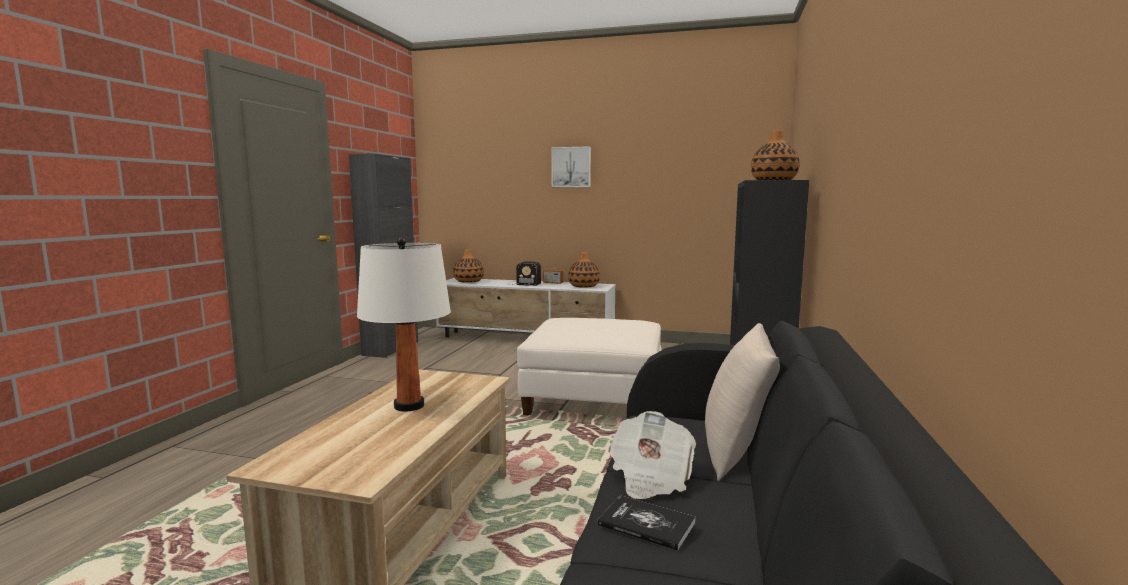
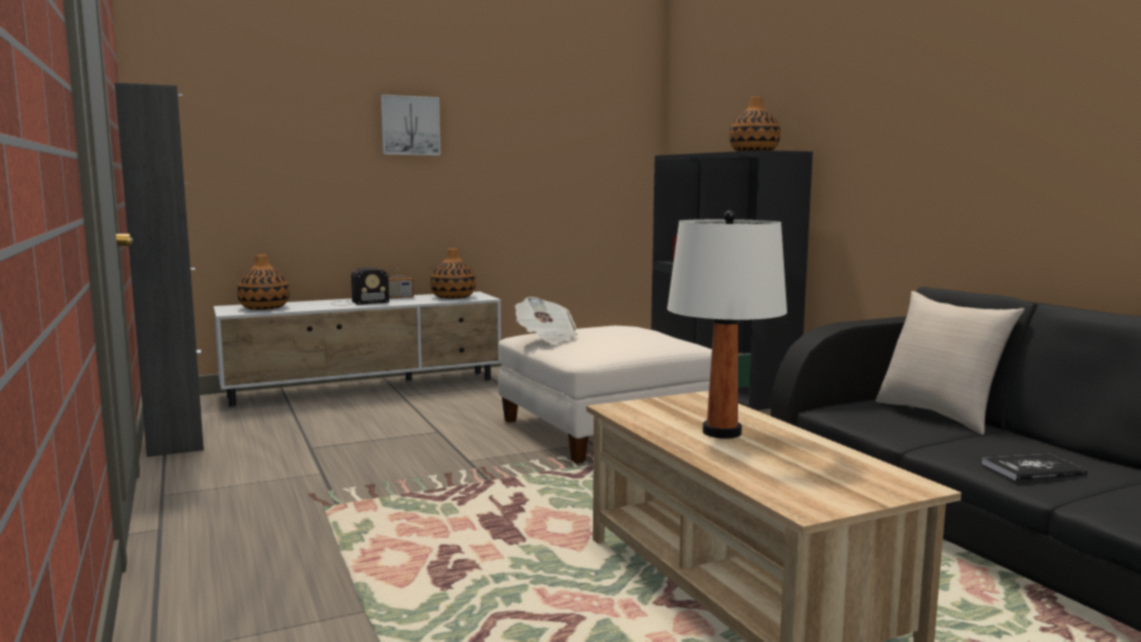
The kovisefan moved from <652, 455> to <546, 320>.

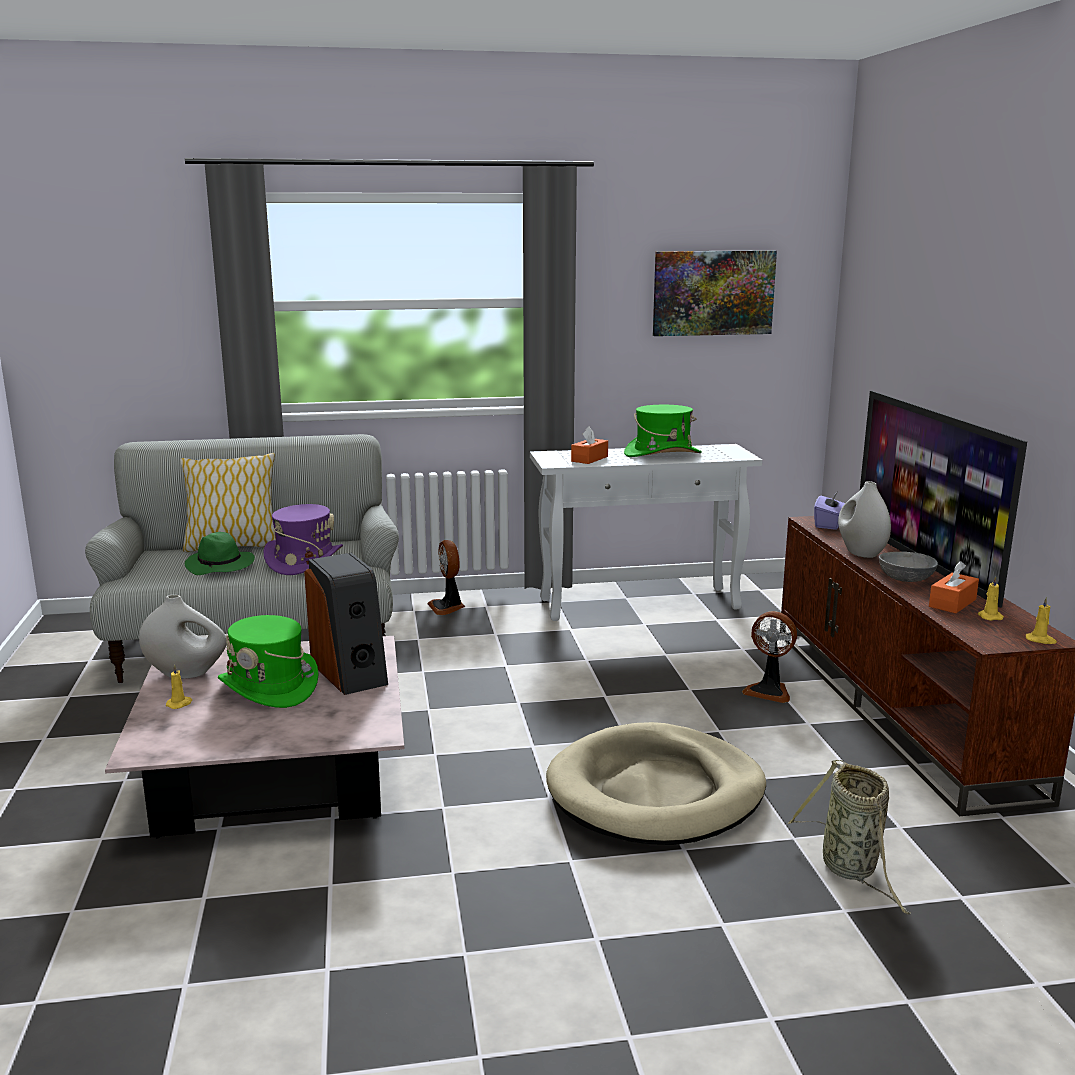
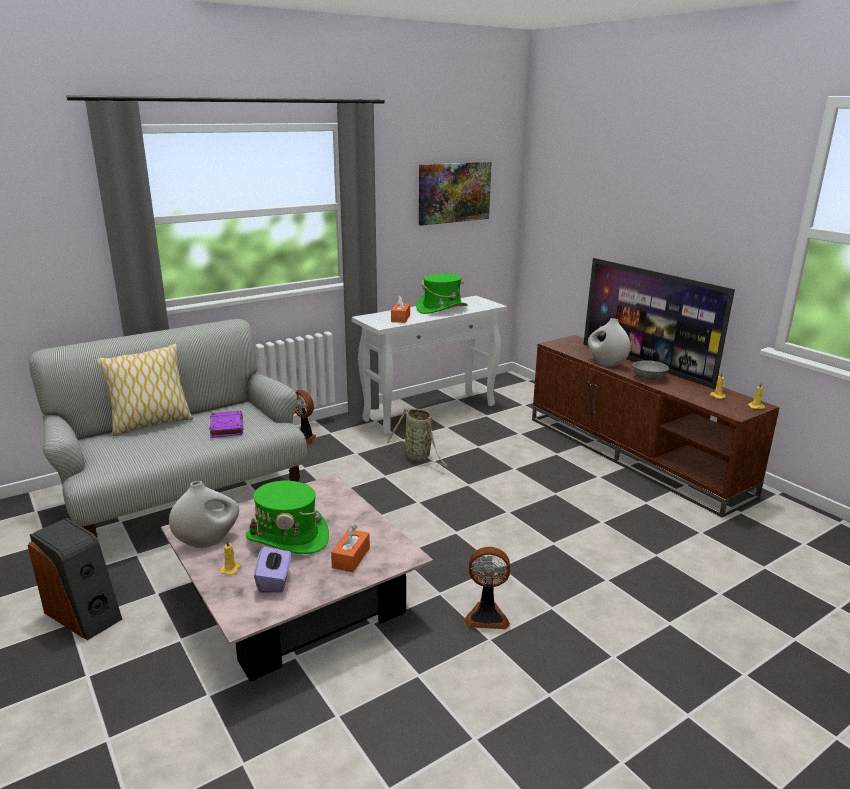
The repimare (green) at <220, 553> disappeared.
The repimare (purple) at <303, 539> was replaced by the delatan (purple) at <226, 424>.
The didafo moved from <346, 624> to <75, 579>.
The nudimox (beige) at <656, 783> disappeared.
The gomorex moved from <769, 657> to <487, 588>.
The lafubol moved from <849, 837> to <418, 437>.
The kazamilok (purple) moved from <829, 510> to <272, 570>.
The kazamilok (orange) moved from <954, 587> to <350, 548>.

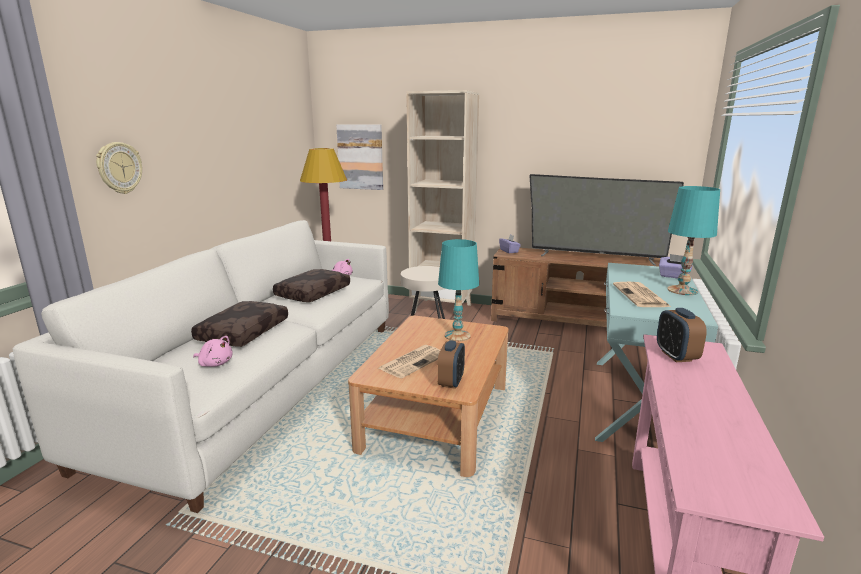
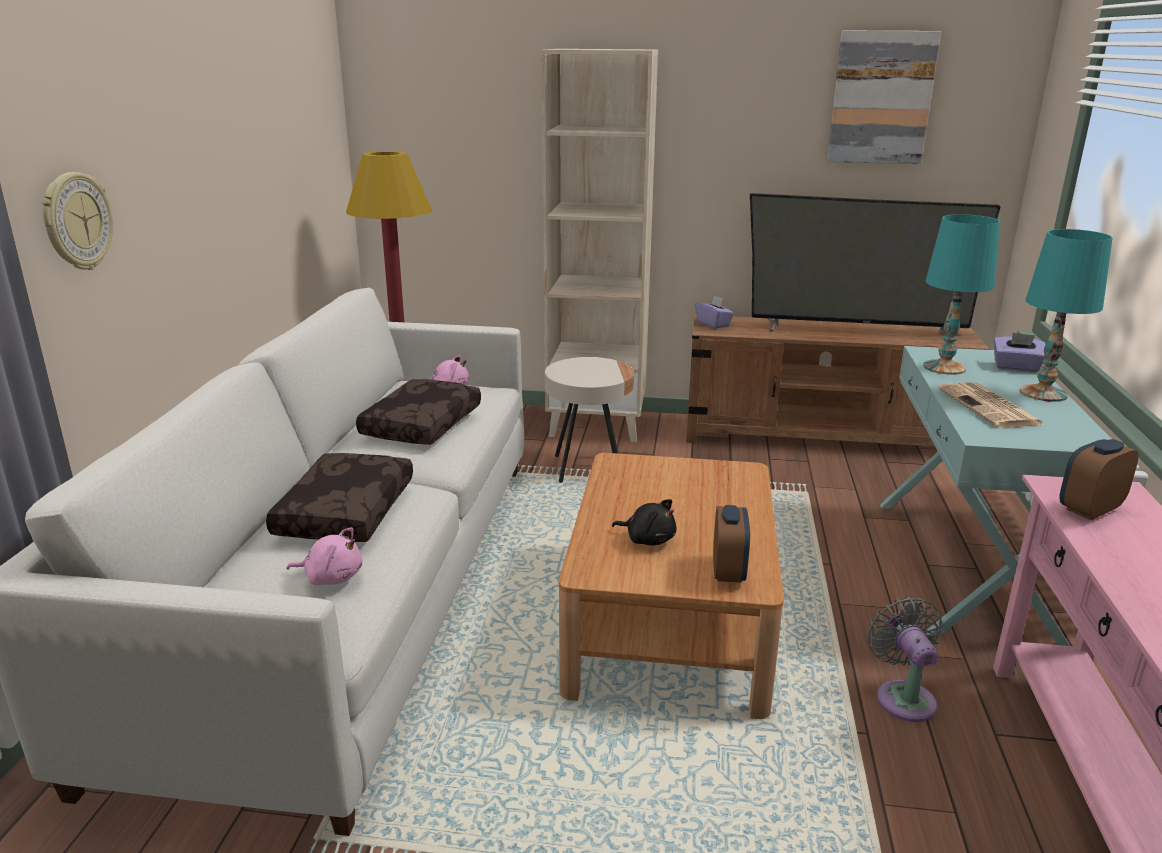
The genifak moved from <359, 157> to <884, 97>.
The kovisefan at <409, 361> was replaced by the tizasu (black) at <644, 522>.
The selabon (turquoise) moved from <458, 290> to <961, 294>.
The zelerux at <682, 335> turned 75 degrees clockwise.
The gomorex (grey) at <905, 659> appeared.

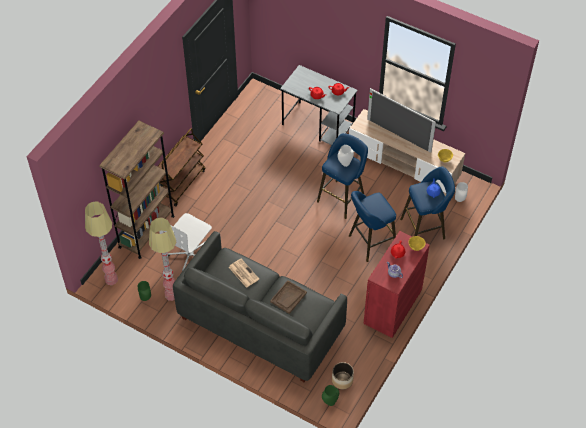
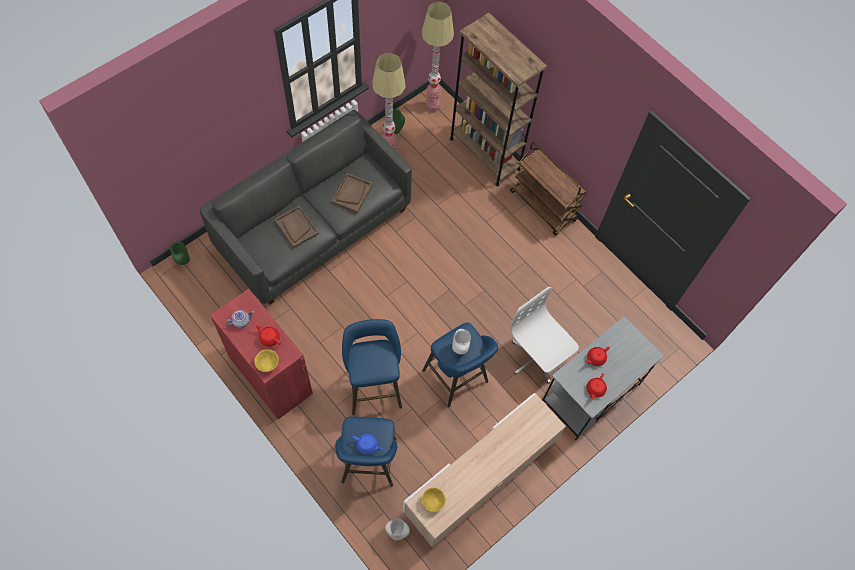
The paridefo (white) moved from <185, 242> to <544, 335>.
The kovisefan at <244, 273> was replaced by the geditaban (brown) at <352, 193>.
The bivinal at <343, 375> disappeared.
The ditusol at <401, 120> disappeared.

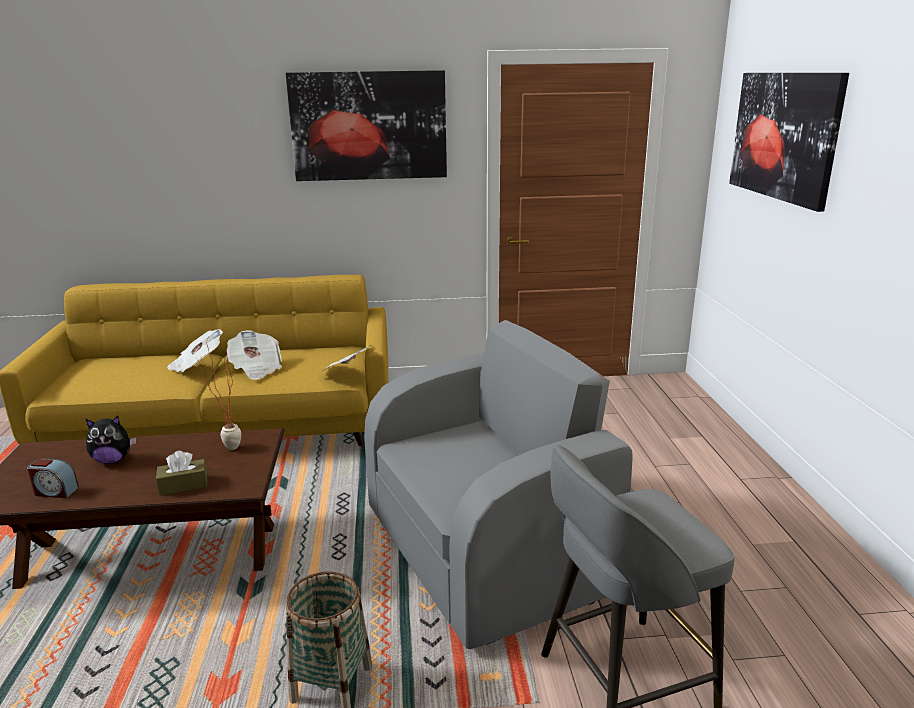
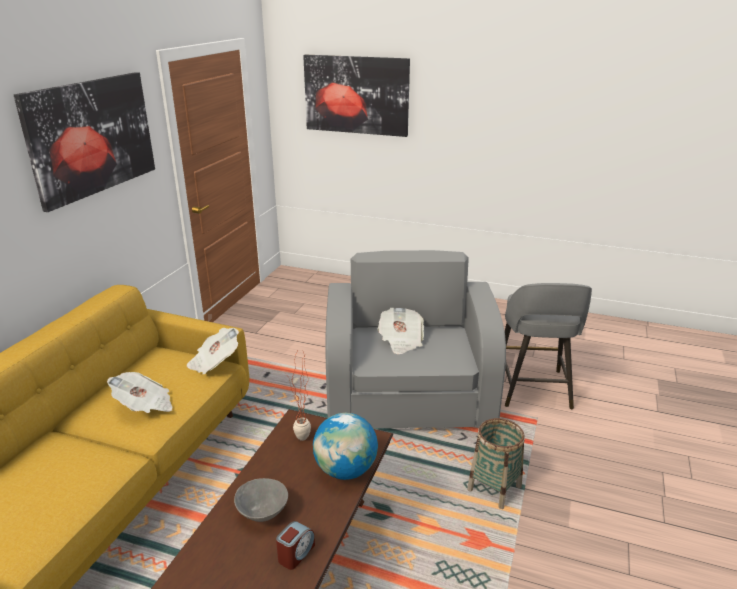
The tizasu at <111, 440> was replaced by the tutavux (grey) at <261, 500>.
The kazamilok (brown) at <181, 473> was replaced by the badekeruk at <345, 446>.
The kovisefan moved from <195, 351> to <400, 331>.

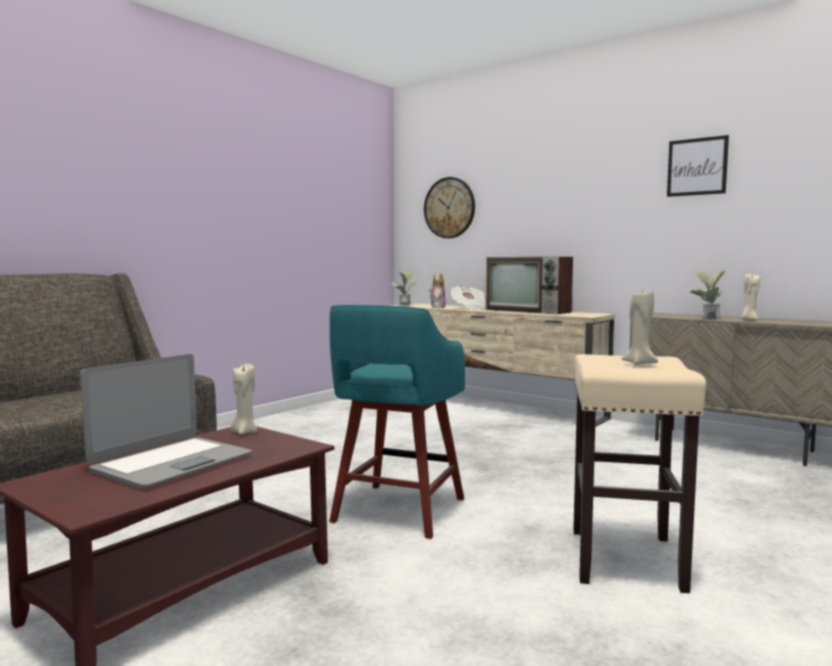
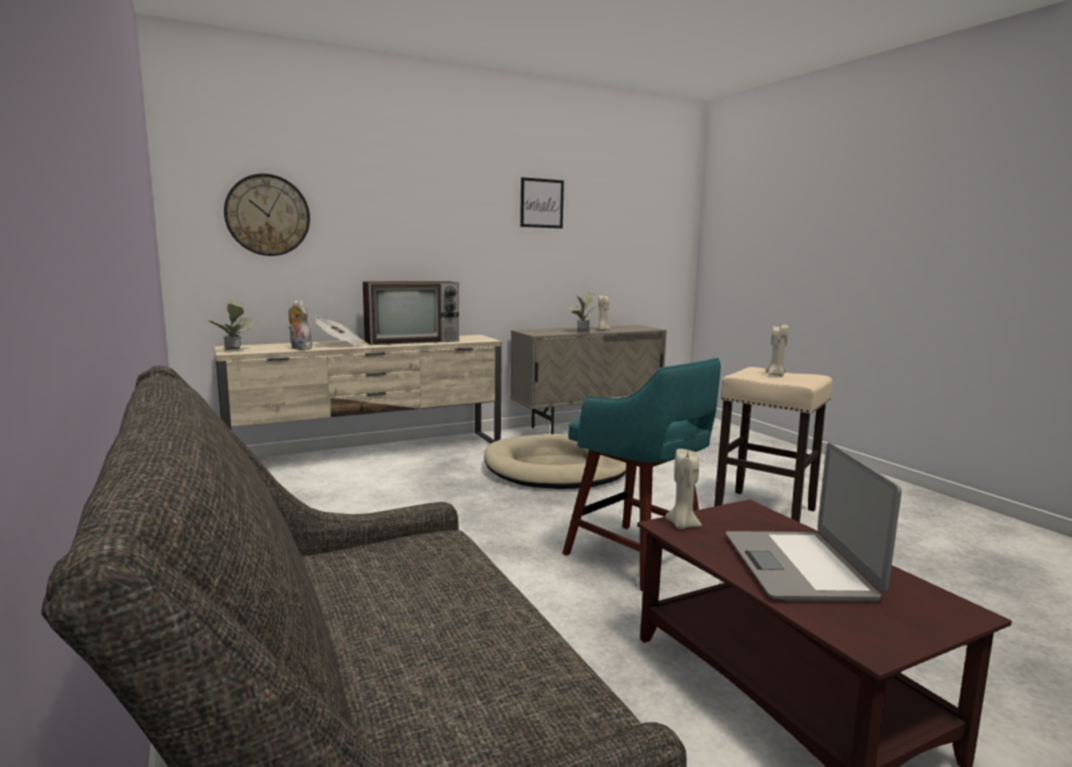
The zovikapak at <166, 421> turned 150 degrees counterclockwise.
The nudimox (beige) at <555, 461> appeared.

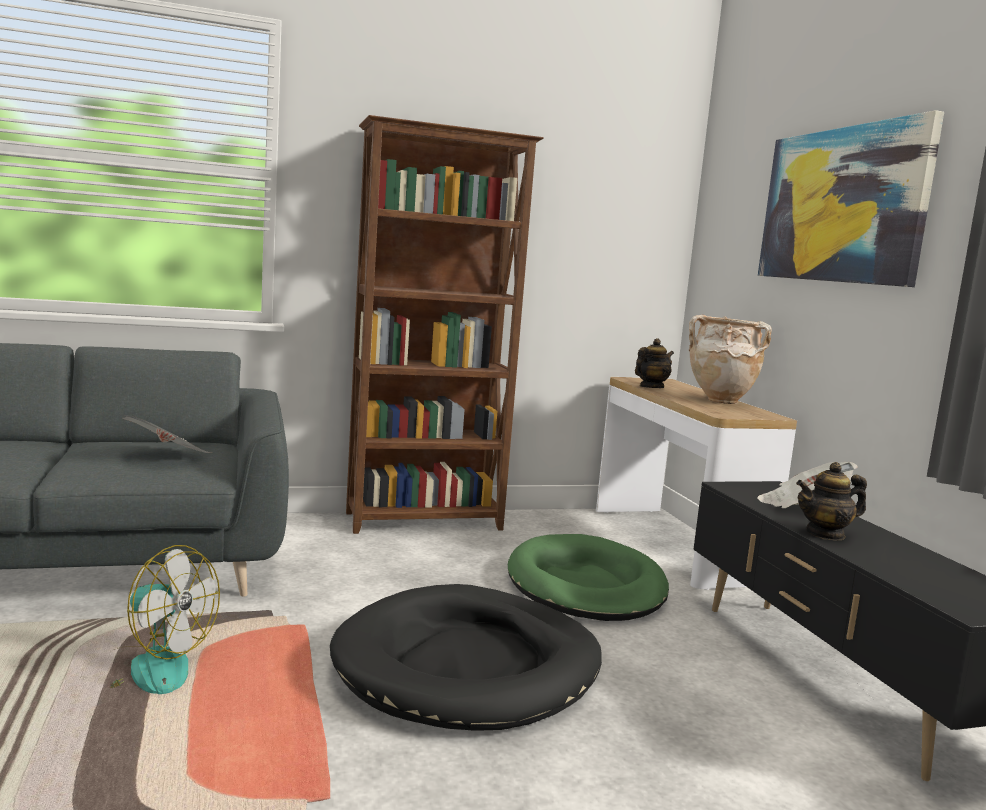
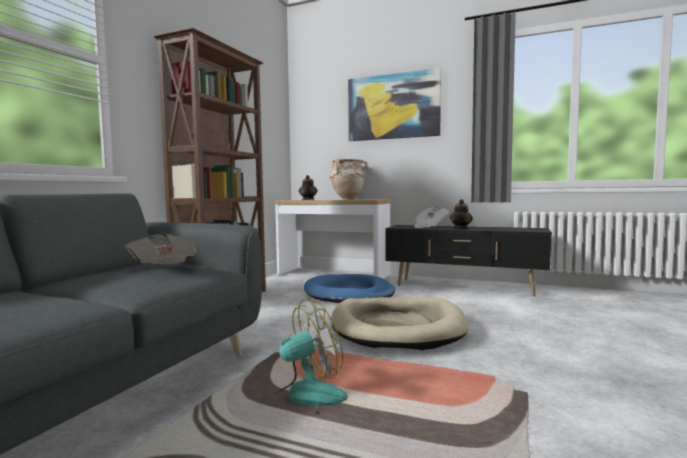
The nudimox (black) at <466, 657> became the nudimox (beige) at <400, 323>.
The nudimox (green) at <588, 577> became the nudimox (blue) at <349, 288>.

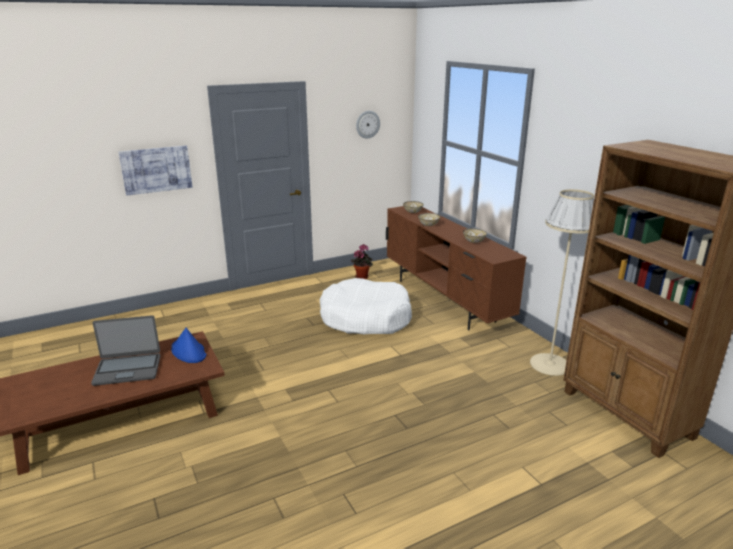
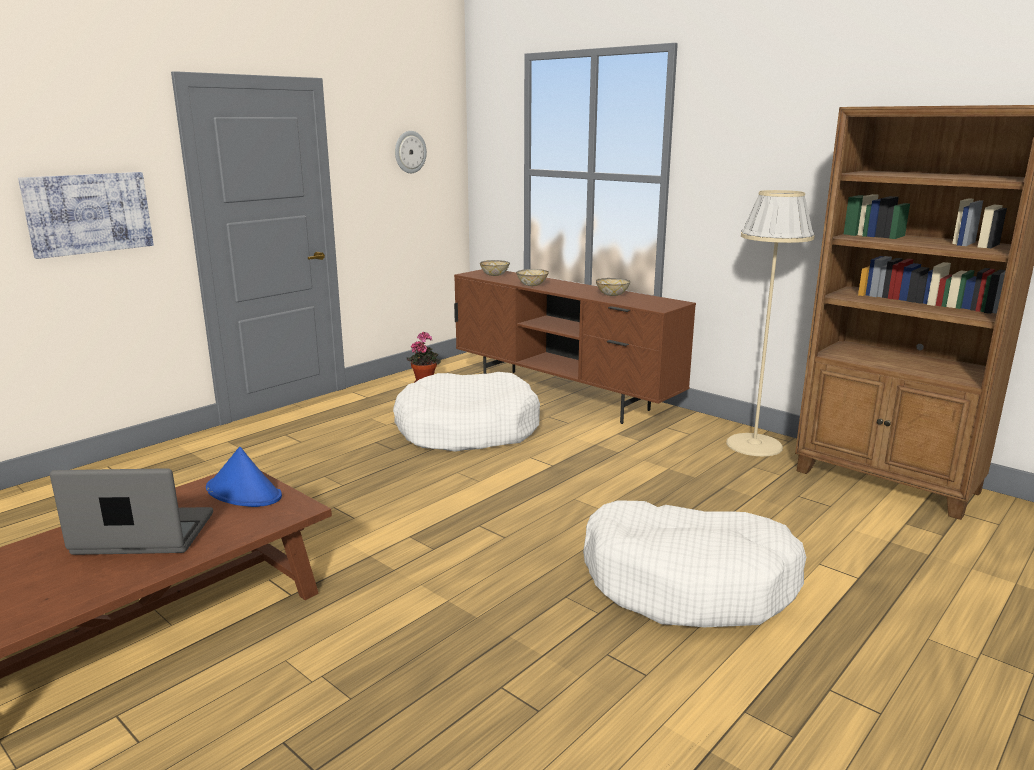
The zovikapak at <126, 350> turned 150 degrees counterclockwise.
The nudimox (white) at <695, 563> appeared.

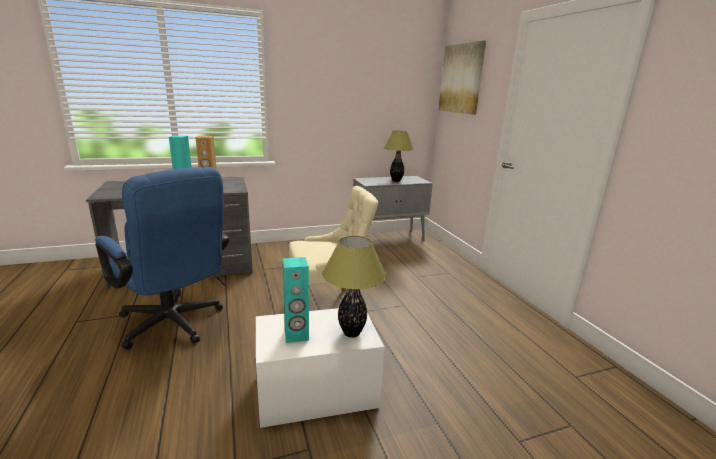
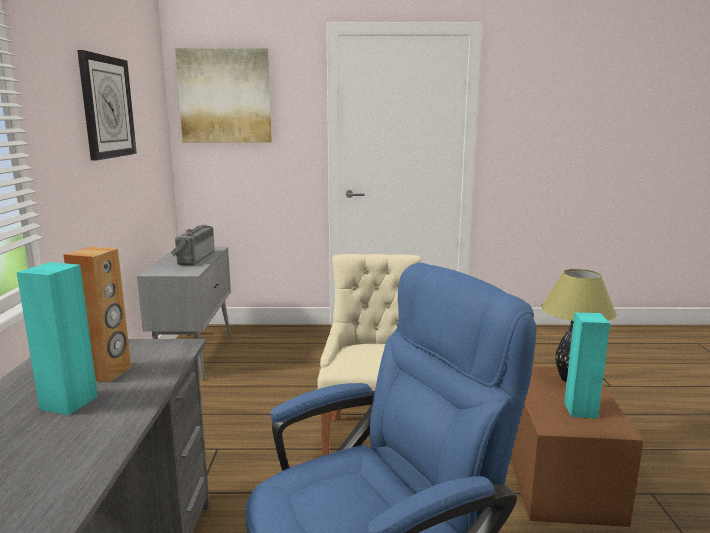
The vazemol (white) at <320, 368> became the vazemol (brown) at <577, 447>.
The selabon at <399, 156> was replaced by the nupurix at <193, 245>.
The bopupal at <107, 105> appeared.

